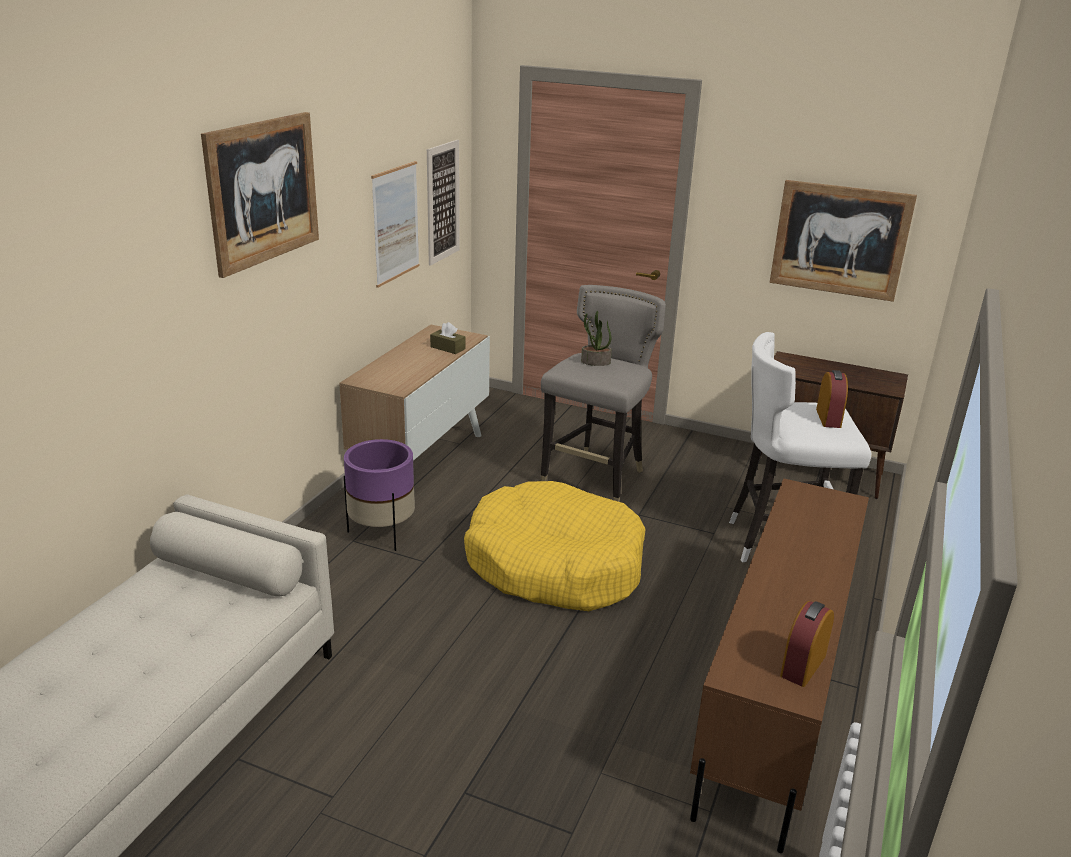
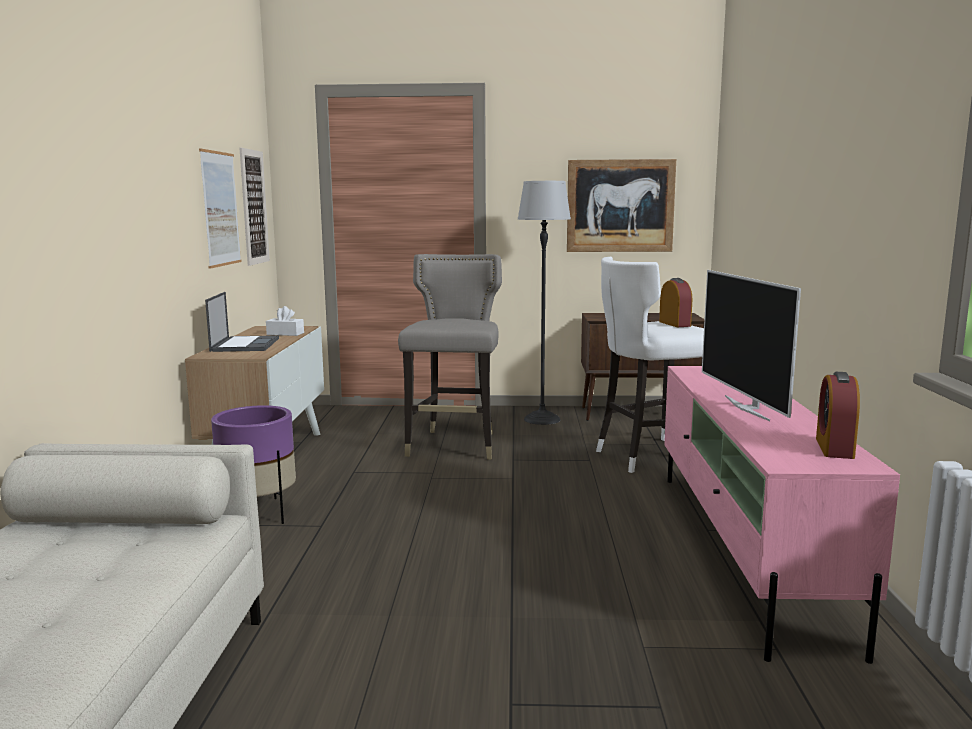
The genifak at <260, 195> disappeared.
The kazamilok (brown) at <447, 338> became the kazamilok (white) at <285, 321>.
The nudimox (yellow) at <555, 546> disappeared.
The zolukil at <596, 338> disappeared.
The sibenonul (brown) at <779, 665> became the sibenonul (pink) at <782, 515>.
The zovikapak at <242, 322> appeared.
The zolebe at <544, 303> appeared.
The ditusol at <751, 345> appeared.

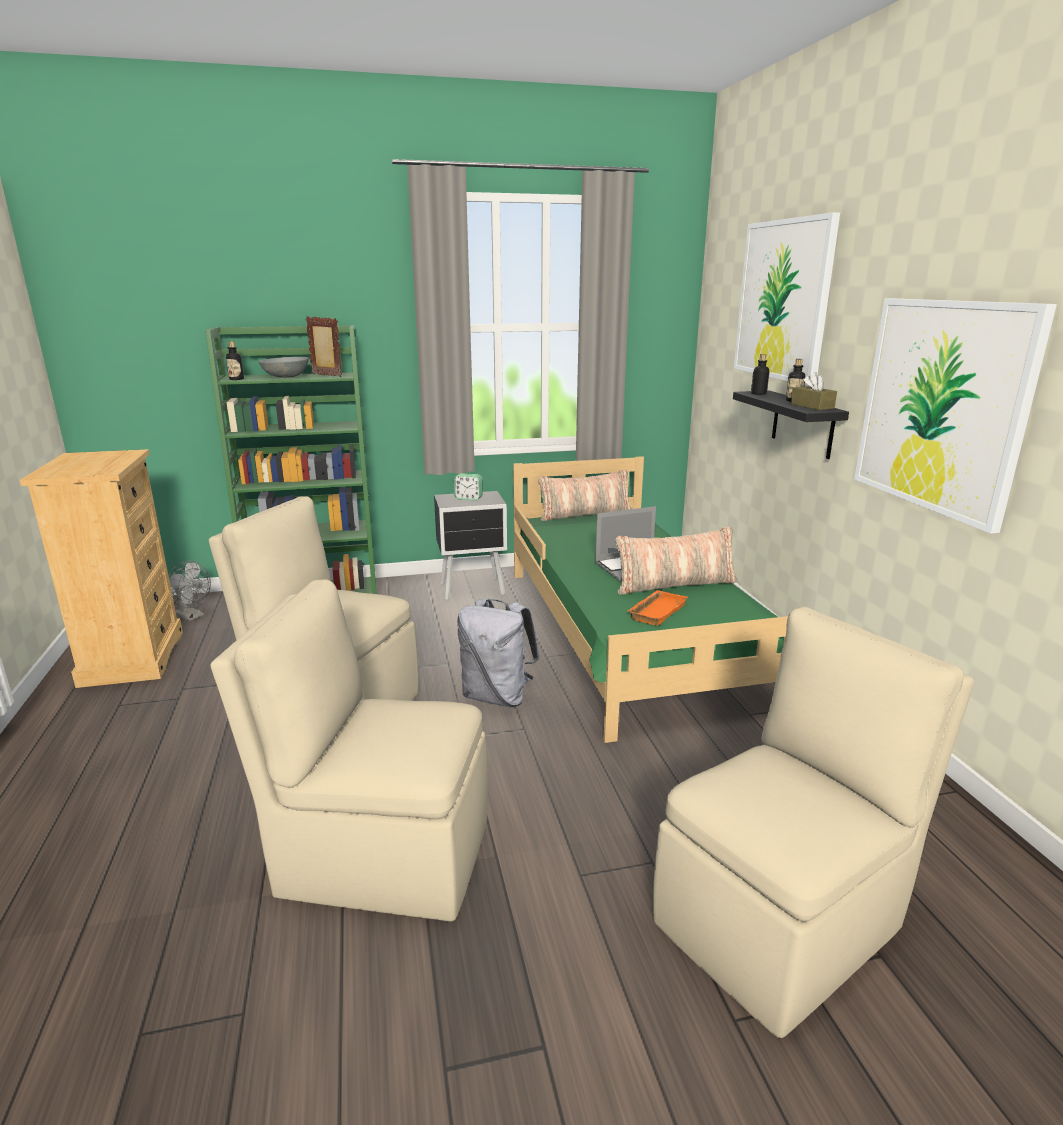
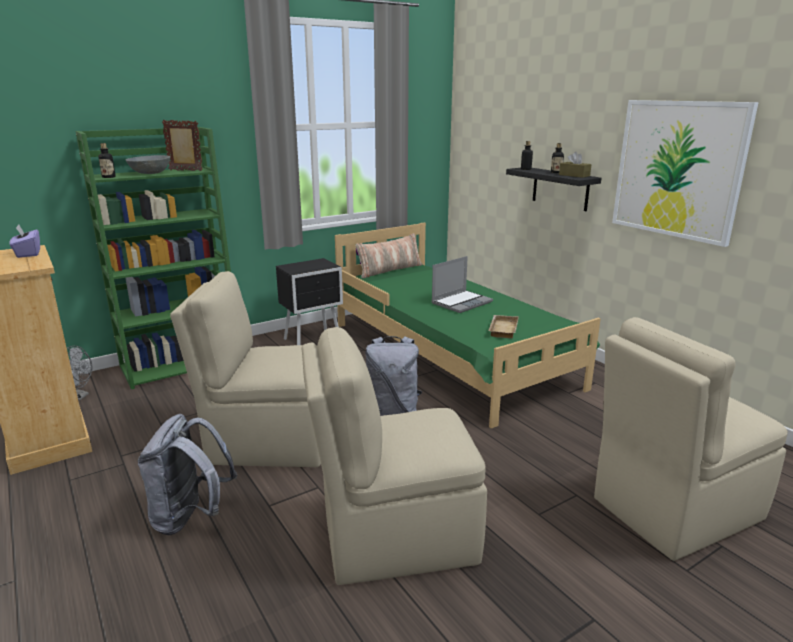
The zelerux at <468, 486> disappeared.
The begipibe at <677, 561> disappeared.
The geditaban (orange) at <658, 608> became the geditaban (beige) at <504, 326>.
The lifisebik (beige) at <813, 822> turned 150 degrees counterclockwise.
The genifak at <787, 299> disappeared.
The kazamilok (purple) at <24, 241> appeared.
The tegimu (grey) at <187, 474> appeared.

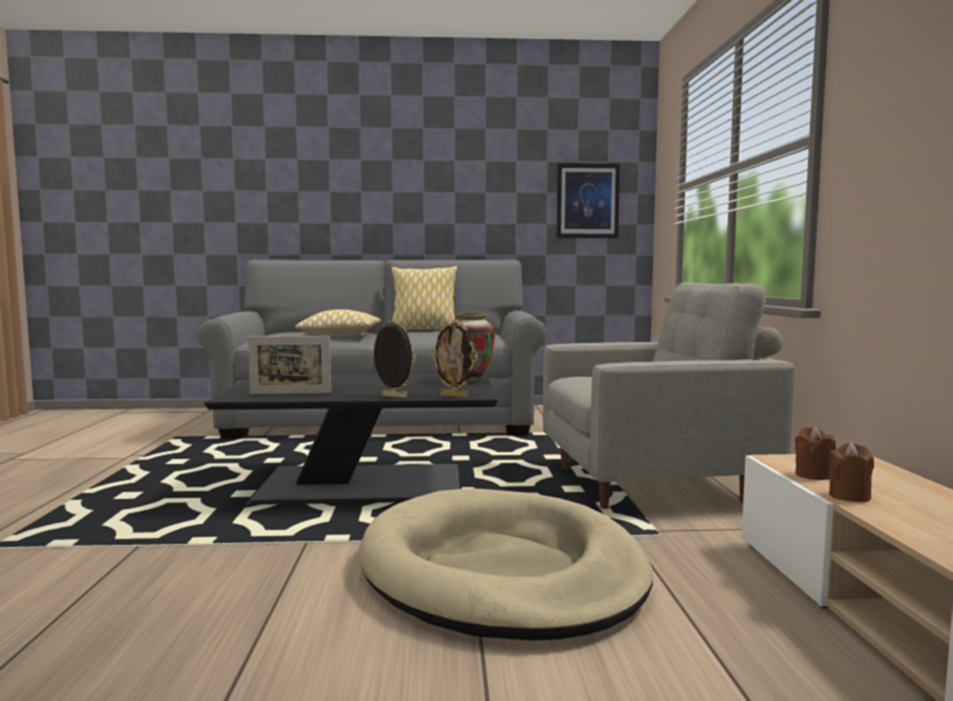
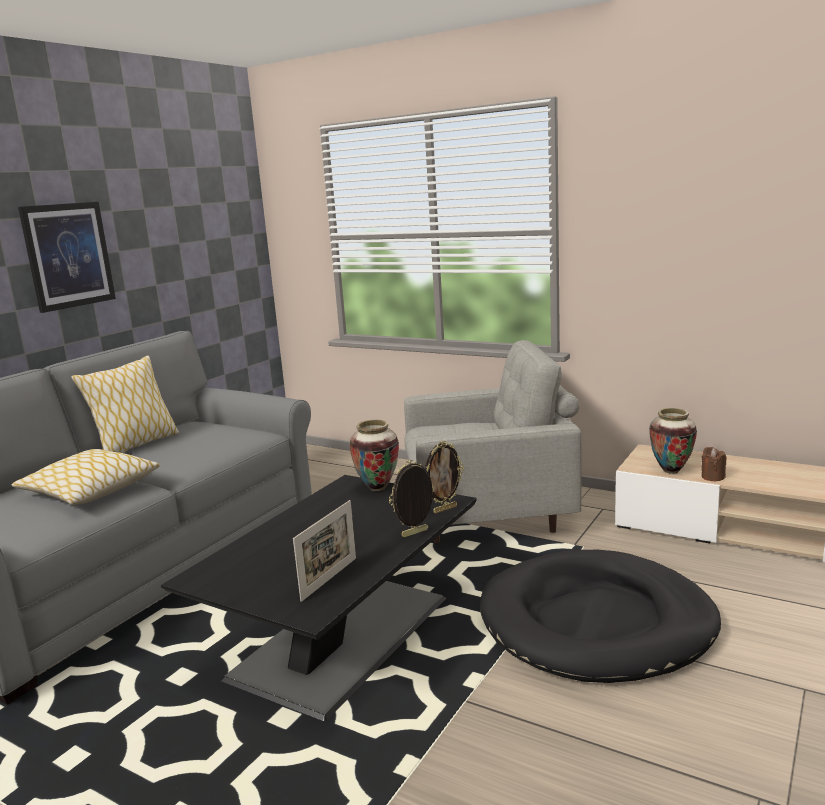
The nudimox (beige) at <506, 564> became the nudimox (black) at <600, 616>.
The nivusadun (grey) at <669, 395> turned 60 degrees clockwise.
The genifak moved from <588, 200> to <67, 257>.
The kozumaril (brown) at <815, 453> was replaced by the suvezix at <673, 441>.

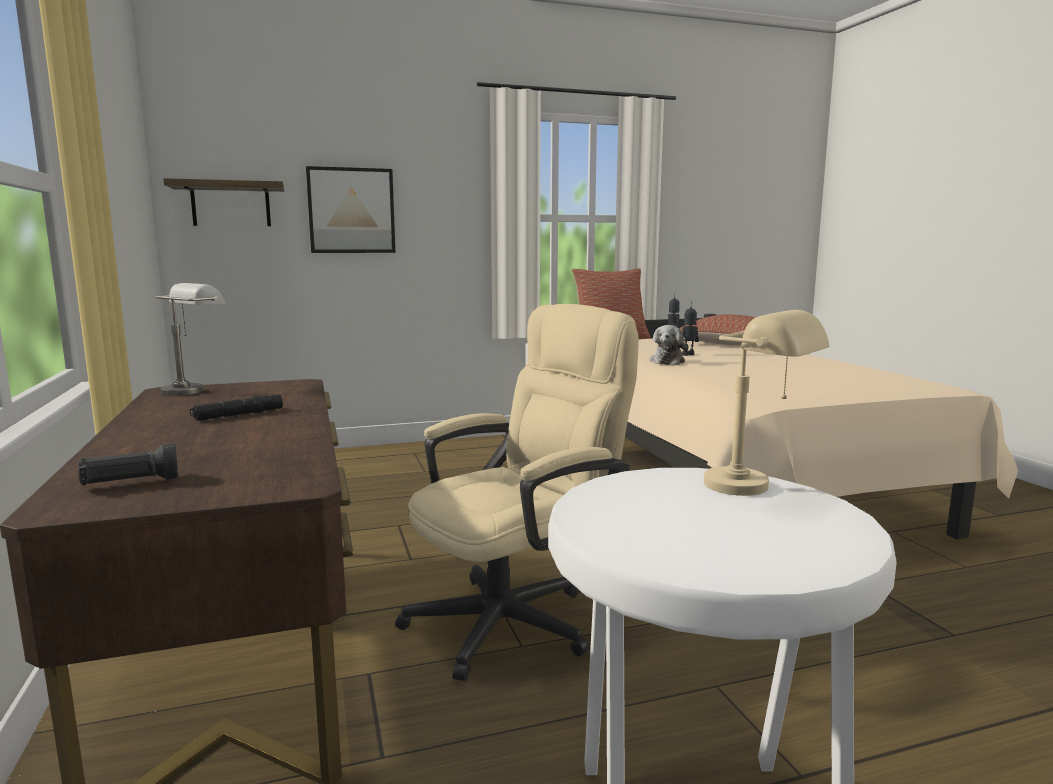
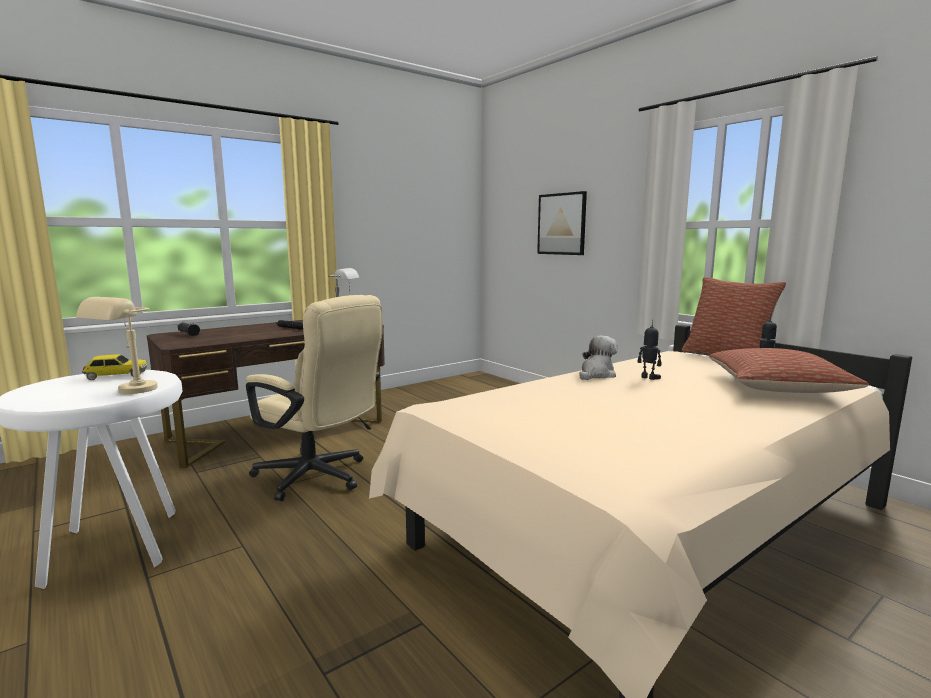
The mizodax at <223, 202> disappeared.
The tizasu at <668, 345> turned 135 degrees clockwise.
The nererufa at <114, 367> appeared.

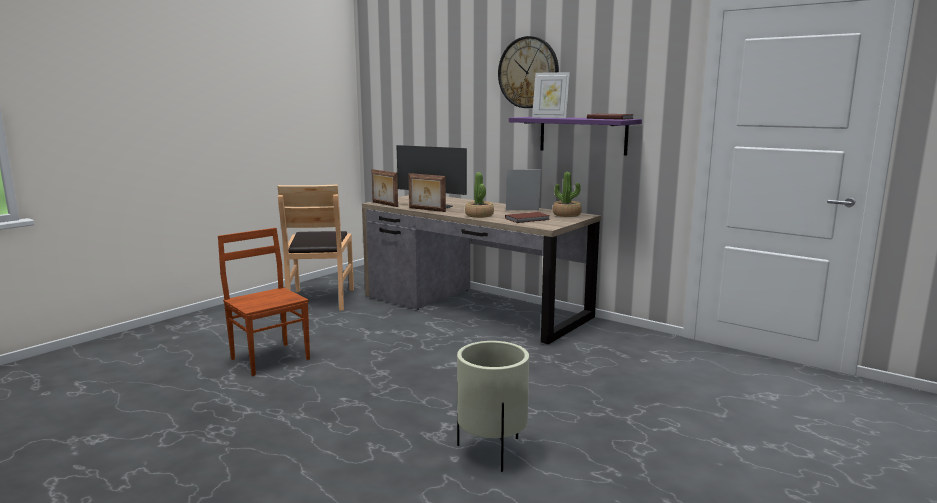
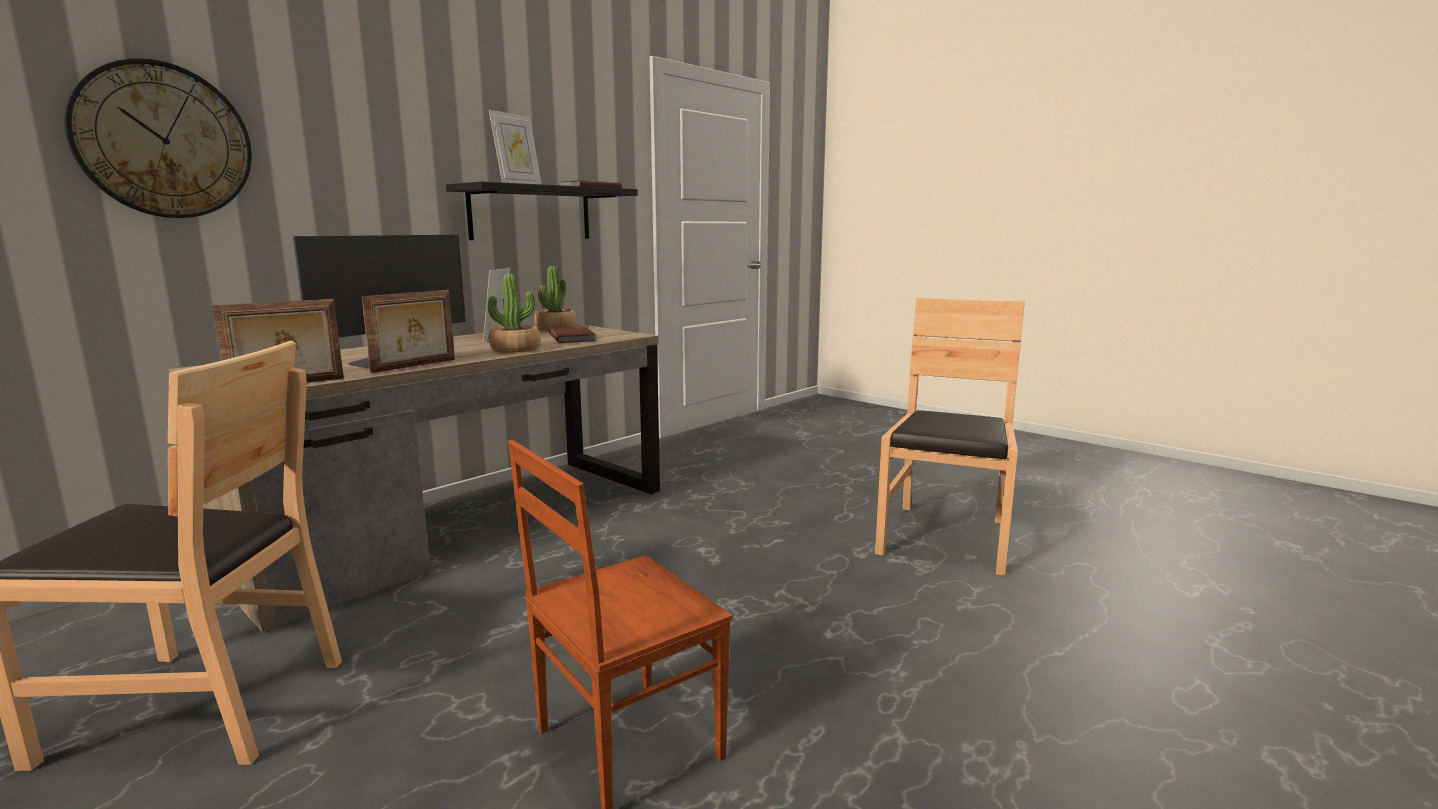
The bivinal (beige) at <493, 406> was replaced by the lifisebik (brown) at <950, 437>.
The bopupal moved from <528, 72> to <158, 138>.
The mizodax (purple) at <575, 136> became the mizodax (black) at <542, 211>.

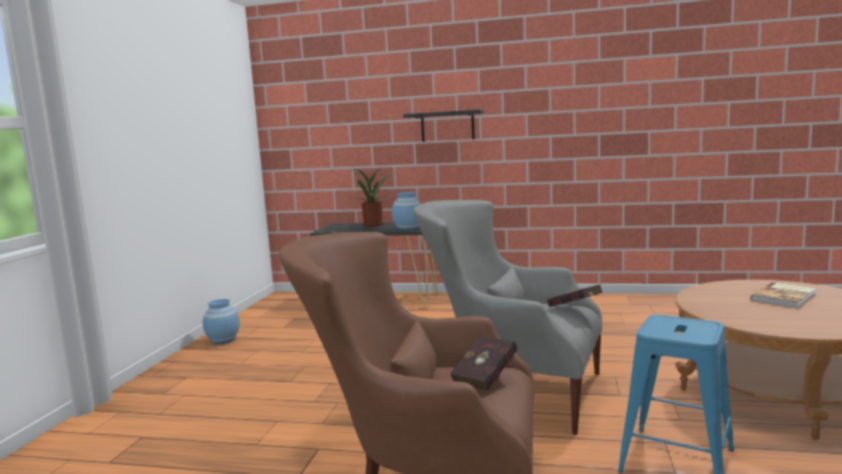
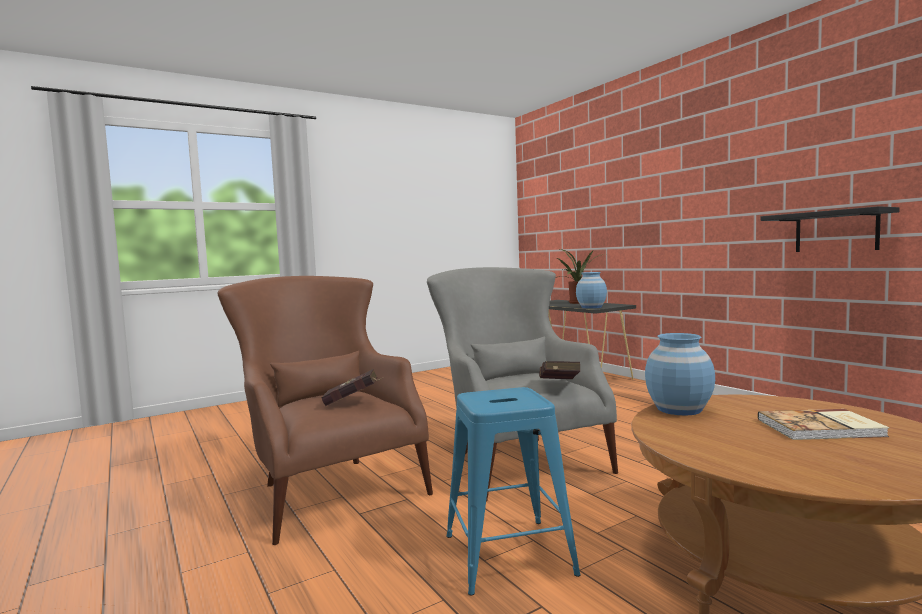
The suvezix (blue) moved from <221, 321> to <680, 374>.
The mizodax (black) moved from <443, 126> to <829, 229>.

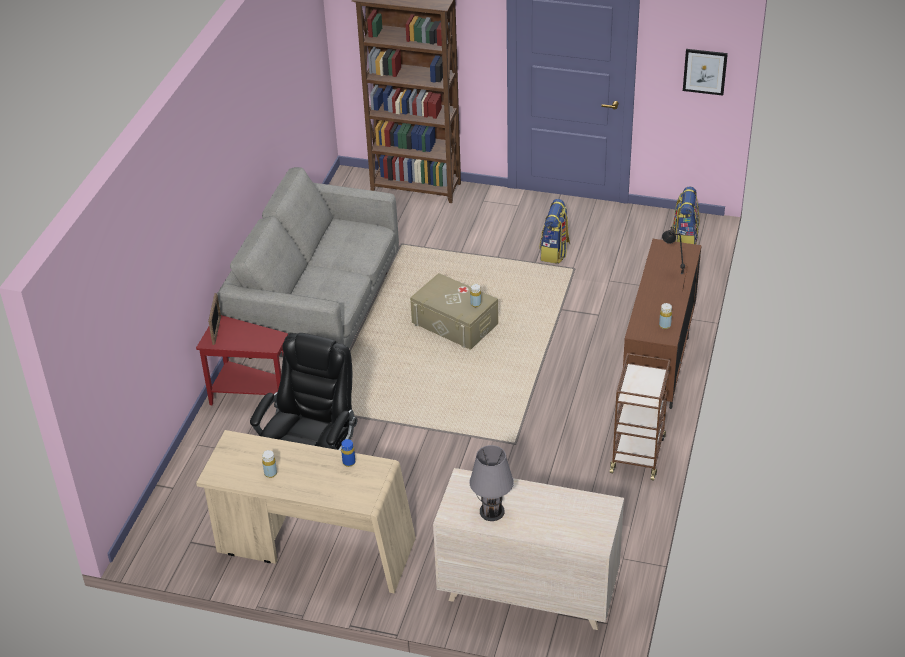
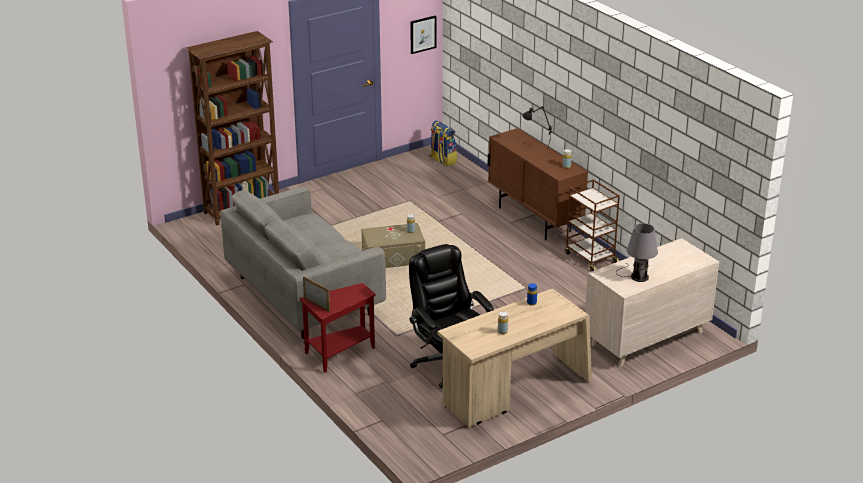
The tegimu at <554, 231> disappeared.

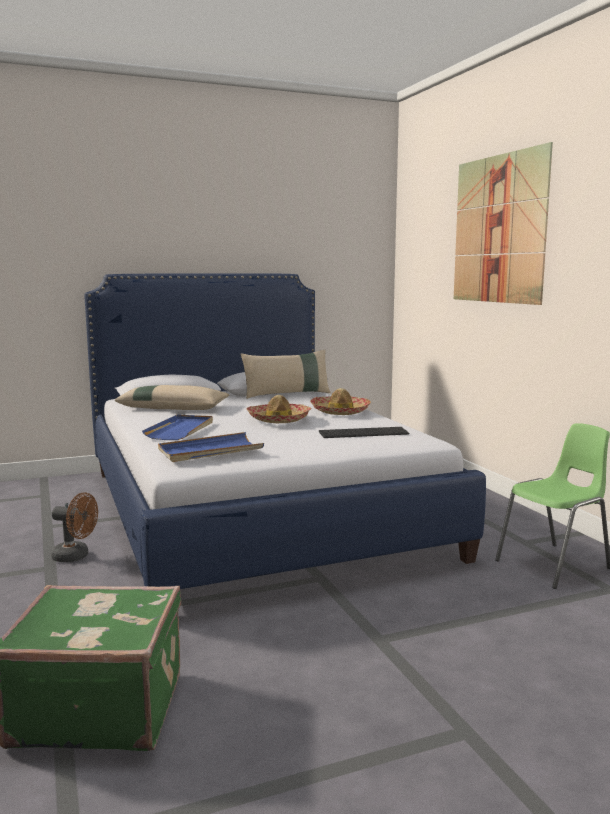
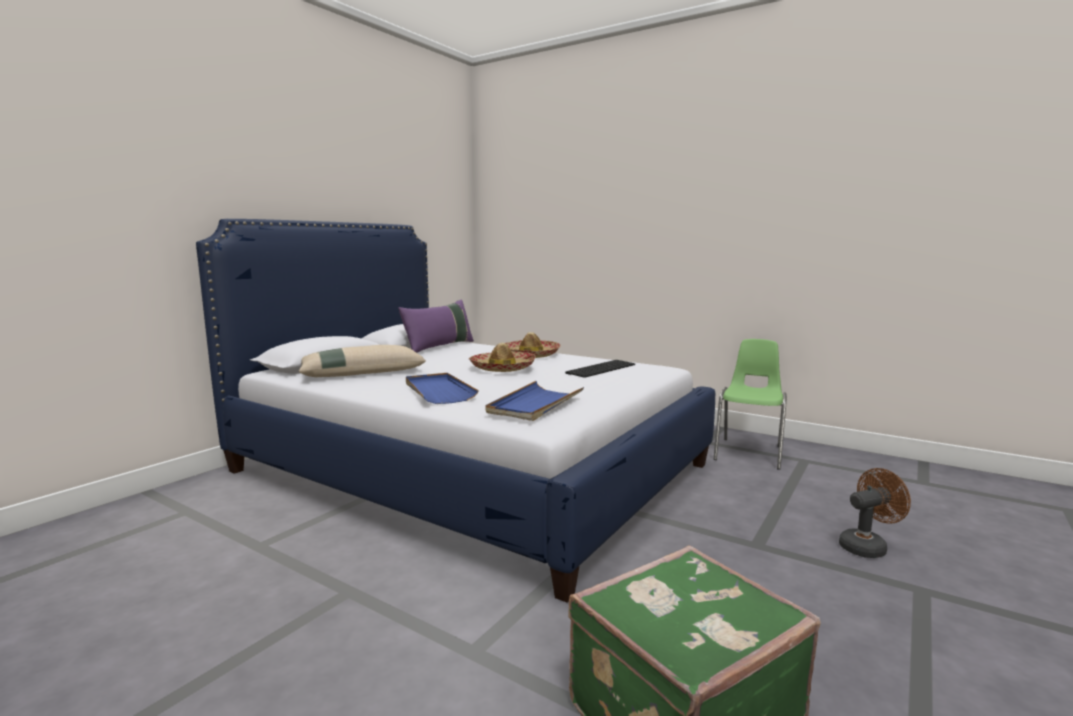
The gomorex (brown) moved from <74, 527> to <875, 513>.
The begipibe (beige) at <285, 374> became the begipibe (purple) at <436, 326>.
The genifak at <503, 223> disappeared.

